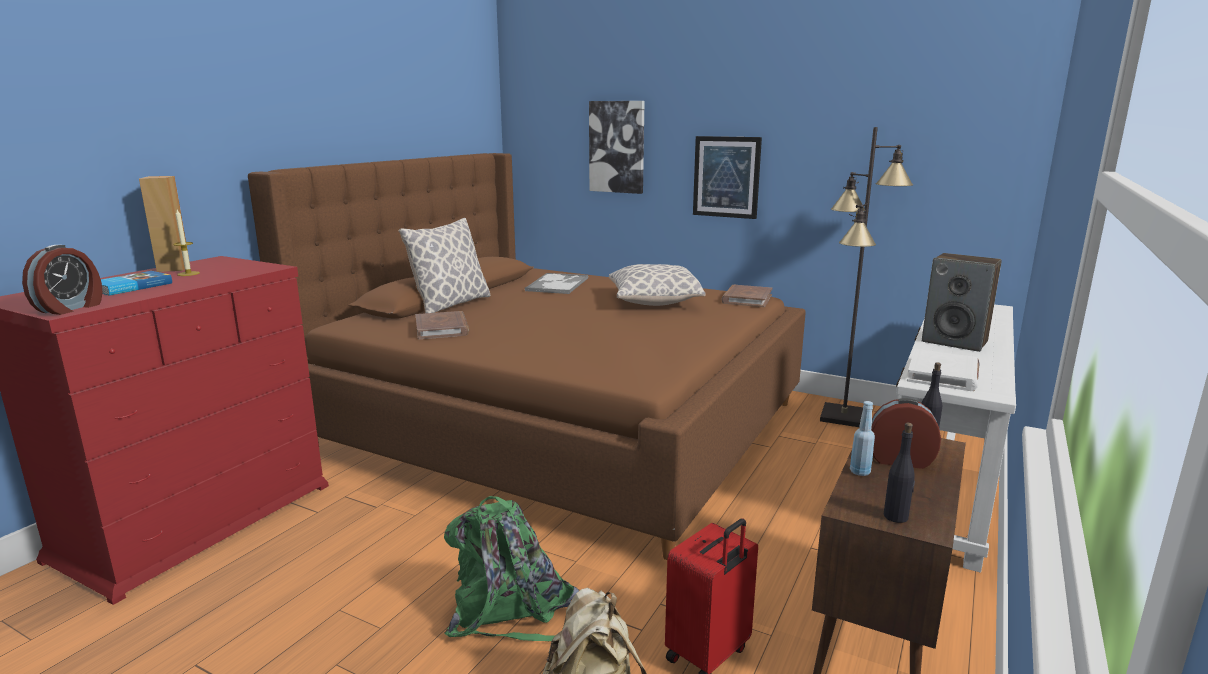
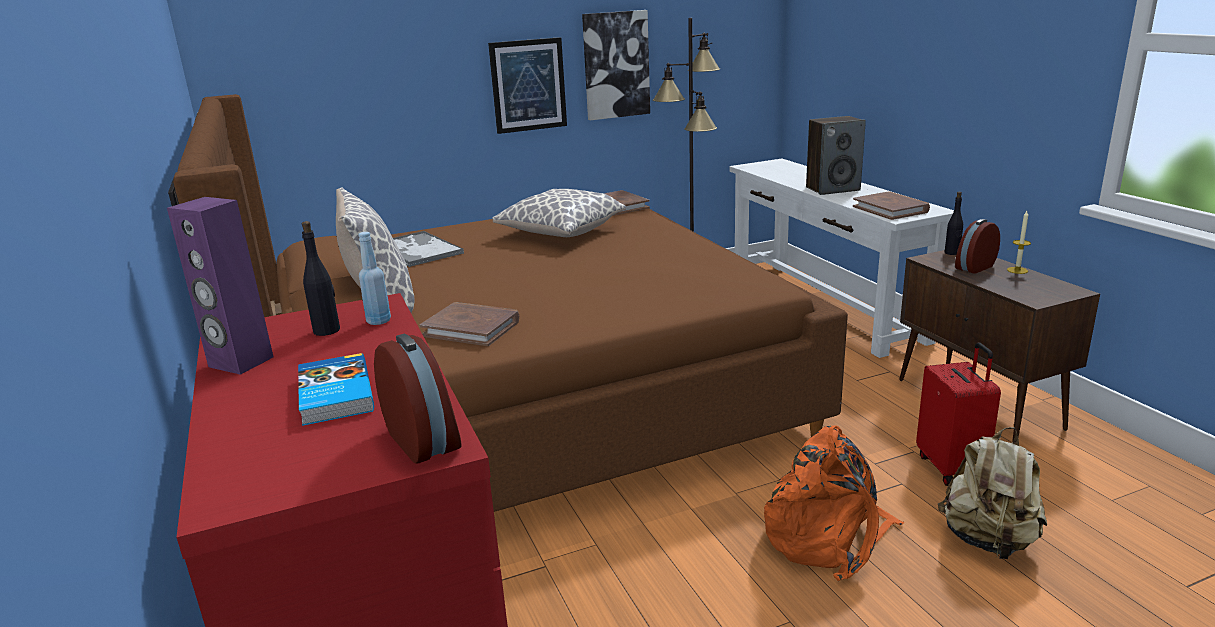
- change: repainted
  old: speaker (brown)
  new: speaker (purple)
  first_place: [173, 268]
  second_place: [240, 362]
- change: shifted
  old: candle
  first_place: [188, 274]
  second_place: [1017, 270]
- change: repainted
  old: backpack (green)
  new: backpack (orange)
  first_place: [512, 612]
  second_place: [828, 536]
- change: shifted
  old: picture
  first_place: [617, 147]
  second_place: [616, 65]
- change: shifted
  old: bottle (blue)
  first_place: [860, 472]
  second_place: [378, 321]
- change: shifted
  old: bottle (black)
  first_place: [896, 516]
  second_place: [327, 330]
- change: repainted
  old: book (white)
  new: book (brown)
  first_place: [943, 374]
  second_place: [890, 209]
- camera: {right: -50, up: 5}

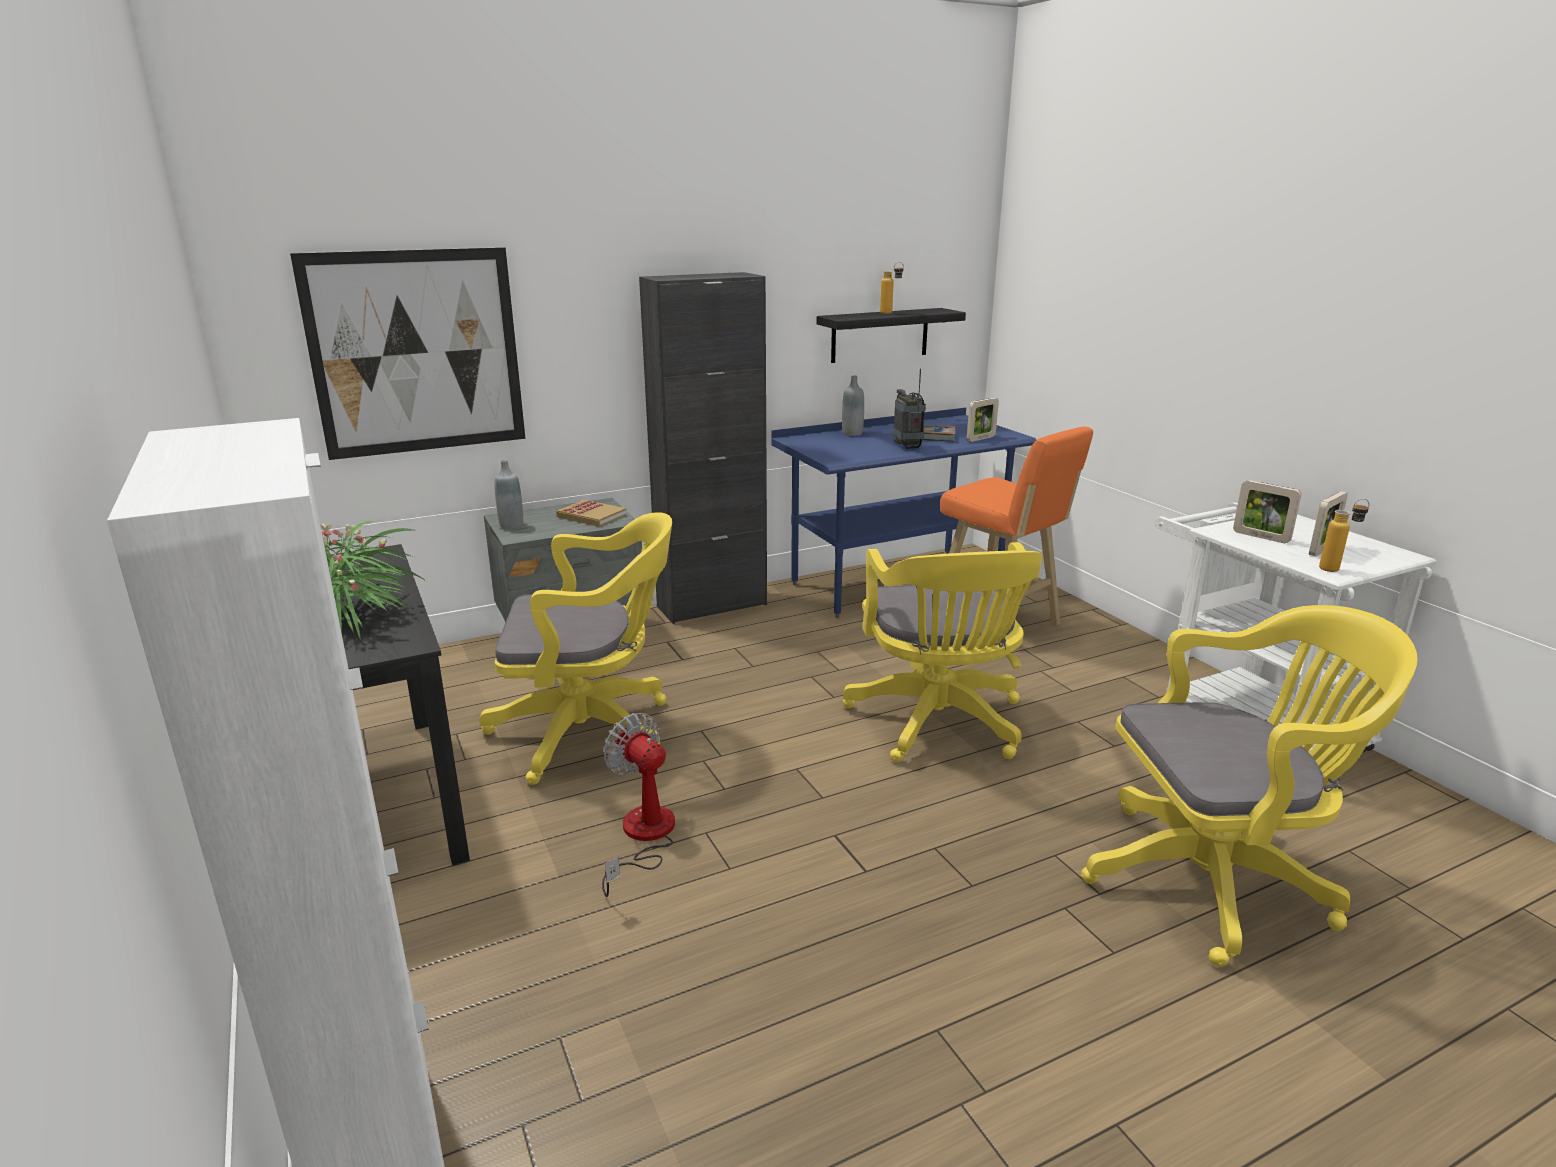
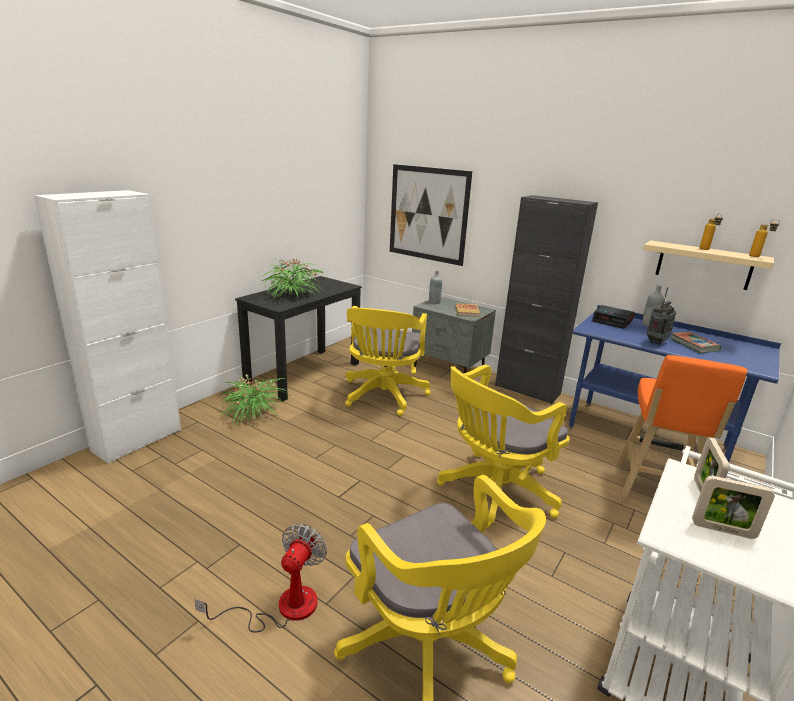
- change: rotated
  old: office chair (yellow)
  first_place: [592, 732]
  second_place: [383, 396]
  degrees: 45
- change: shifted
  old: fan
  first_place: [643, 837]
  second_place: [282, 607]
- change: repainted
  old: shelf (black)
  new: shelf (beige)
  first_place: [880, 335]
  second_place: [704, 265]
- change: gone
  old: picture frame
  first_place: [981, 438]
- change: shifted
  old: bottle
  first_place: [1336, 569]
  second_place: [758, 257]
- change: new
  new: potted plant
  second_place: [252, 413]
- change: new
  new: alarm clock
  second_place: [612, 321]
- camera: {right: 60, up: 0}

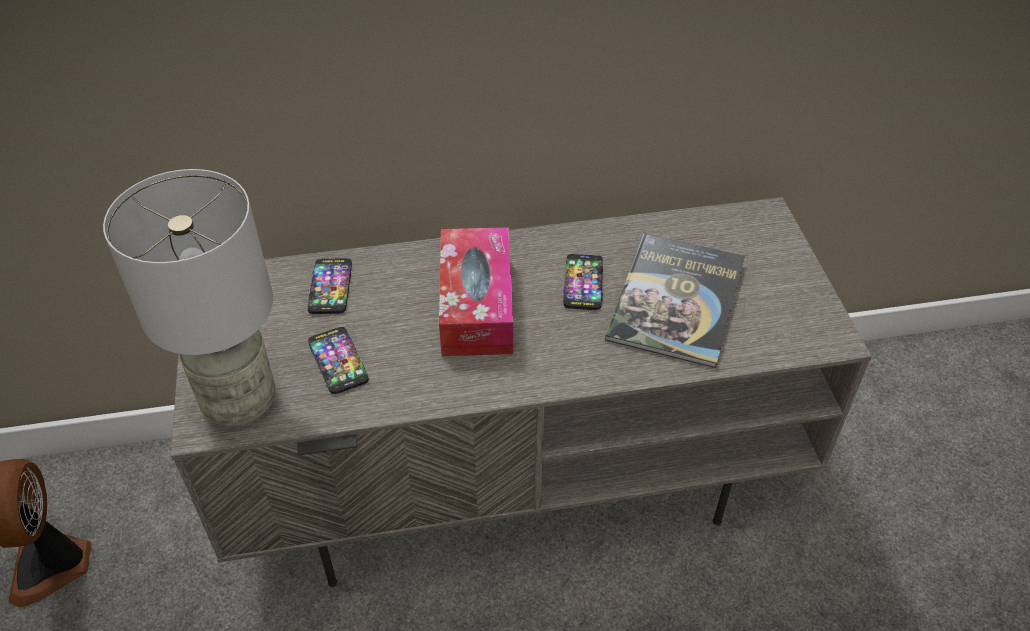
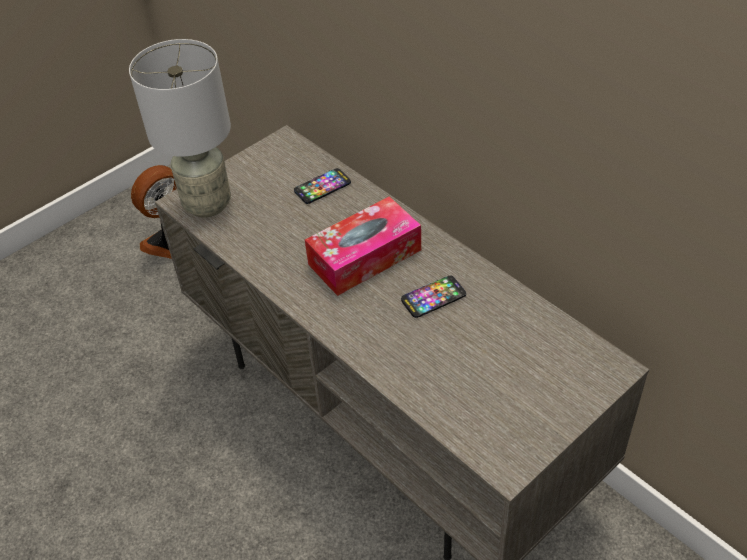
- change: gone
  old: phone
  first_place: [338, 361]
- change: gone
  old: book
  first_place: [676, 300]
- camera: {right: 60, up: 0}

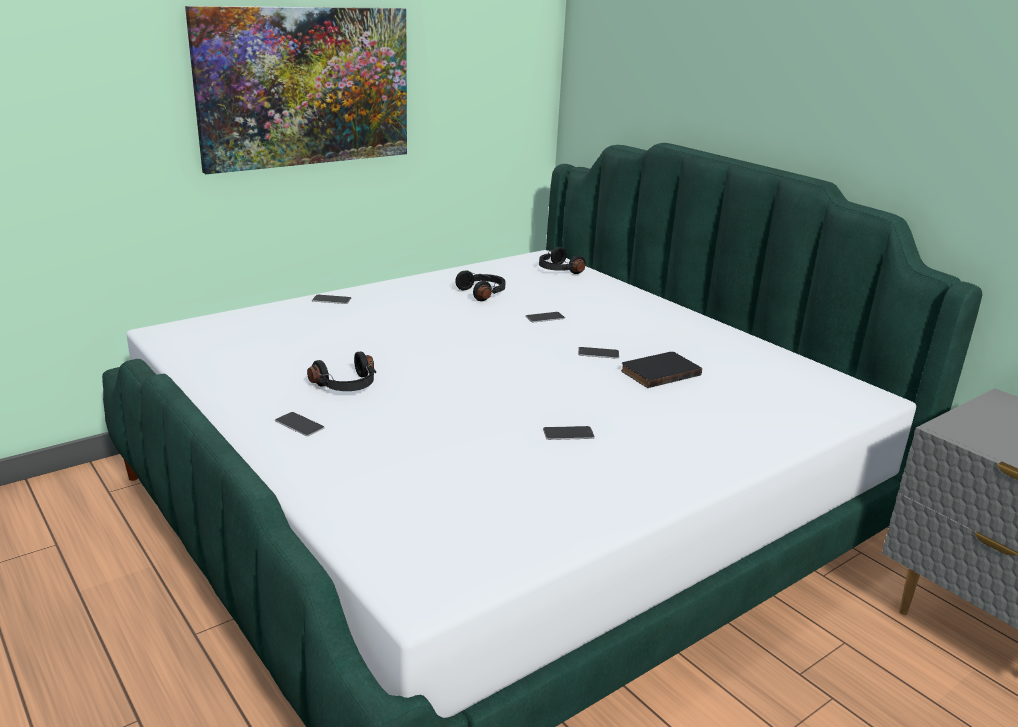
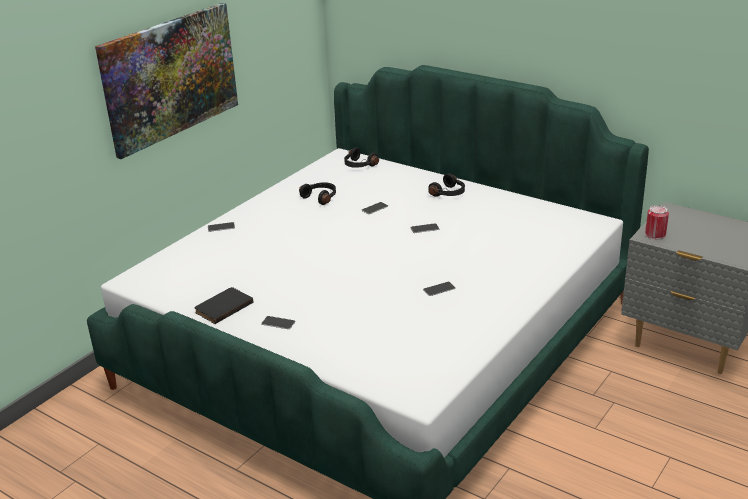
- change: shifted
  old: headphones (black)
  first_place: [347, 386]
  second_place: [449, 193]
- change: shifted
  old: book (black)
  first_place: [658, 372]
  second_place: [222, 307]
- change: new
  new: can
  second_place: [655, 234]
- camera: {right: -15, up: 5}

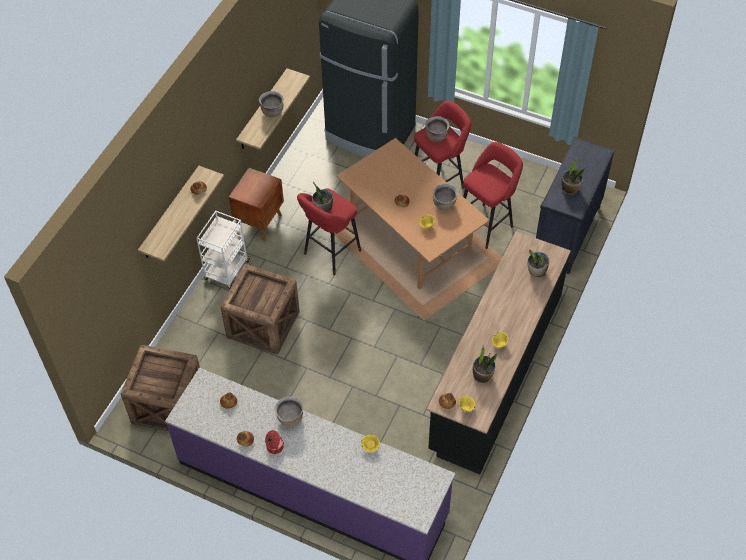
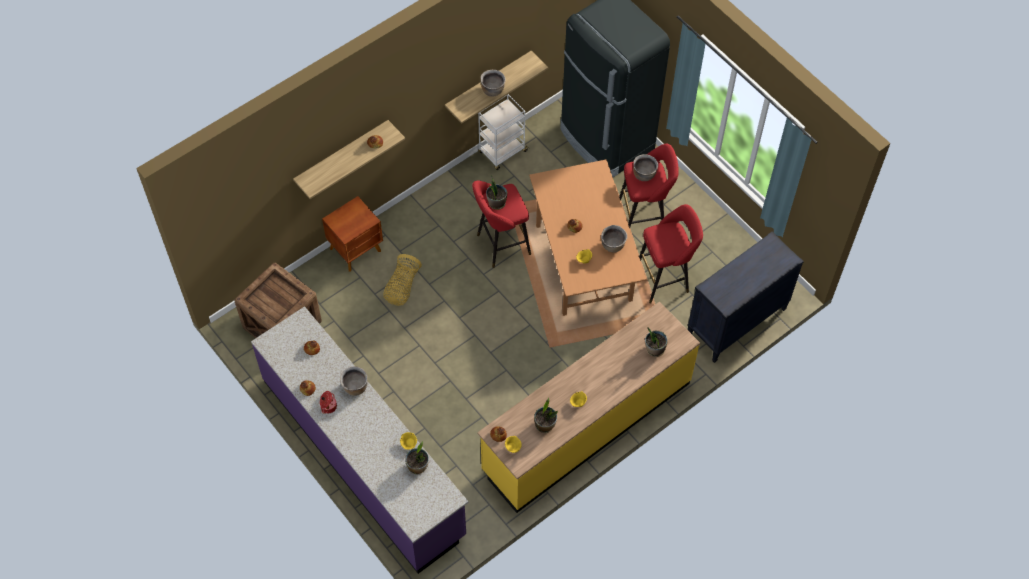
- change: shifted
  old: cart (white)
  first_place: [227, 271]
  second_place: [502, 152]
- change: swapped
  old: crate
  new: basket
  first_place: [262, 325]
  second_place: [402, 287]
- change: shifted
  old: nightstand (brown)
  first_place: [259, 222]
  second_place: [356, 250]
- change: repainted
  old: counter (black)
  new: counter (yellow)
  first_place: [495, 372]
  second_place: [586, 426]
- change: shifted
  old: potted plant
  first_place: [570, 189]
  second_place: [418, 466]
- camera: {right: 25, up: 5}

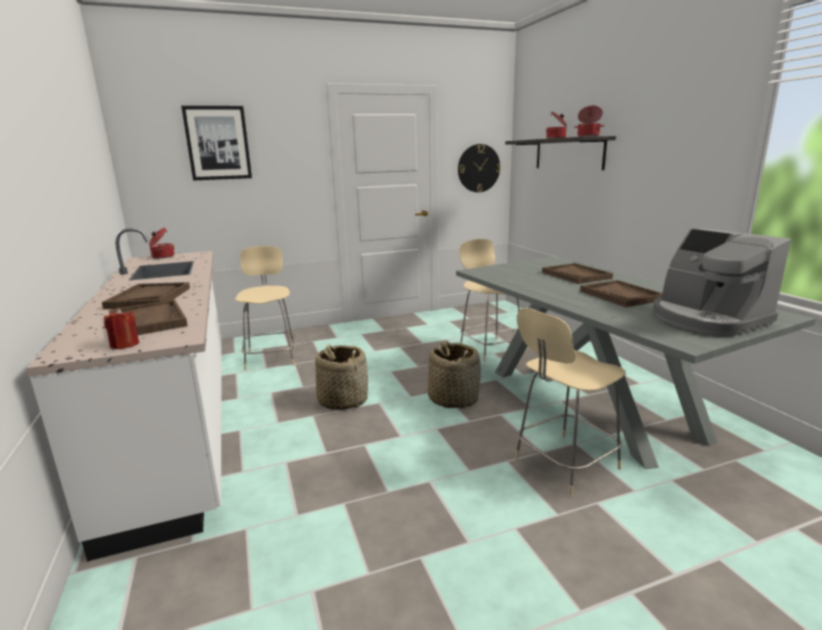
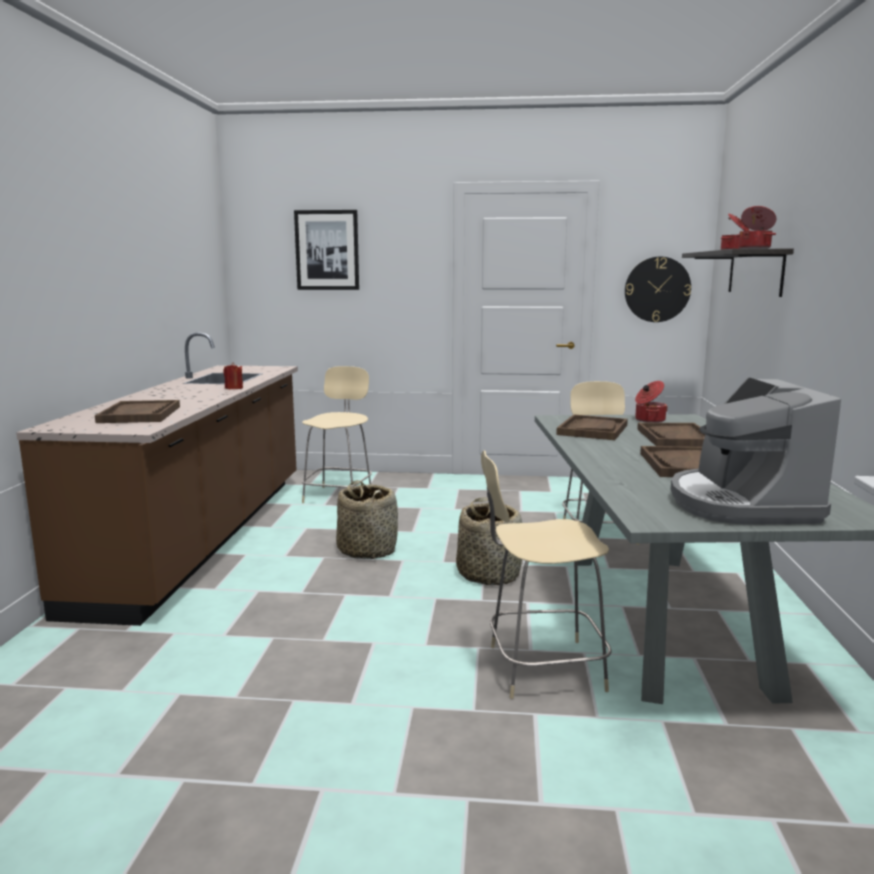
- change: repainted
  old: counter (white)
  new: counter (brown)
  first_place: [181, 422]
  second_place: [204, 536]
- change: shifted
  old: tray (brown)
  first_place: [149, 298]
  second_place: [592, 430]
- change: shifted
  old: candle (red)
  first_place: [125, 344]
  second_place: [234, 388]
- change: shifted
  old: cooking pot
  first_place: [162, 256]
  second_place: [649, 420]
- camera: {right: 25, up: -5}

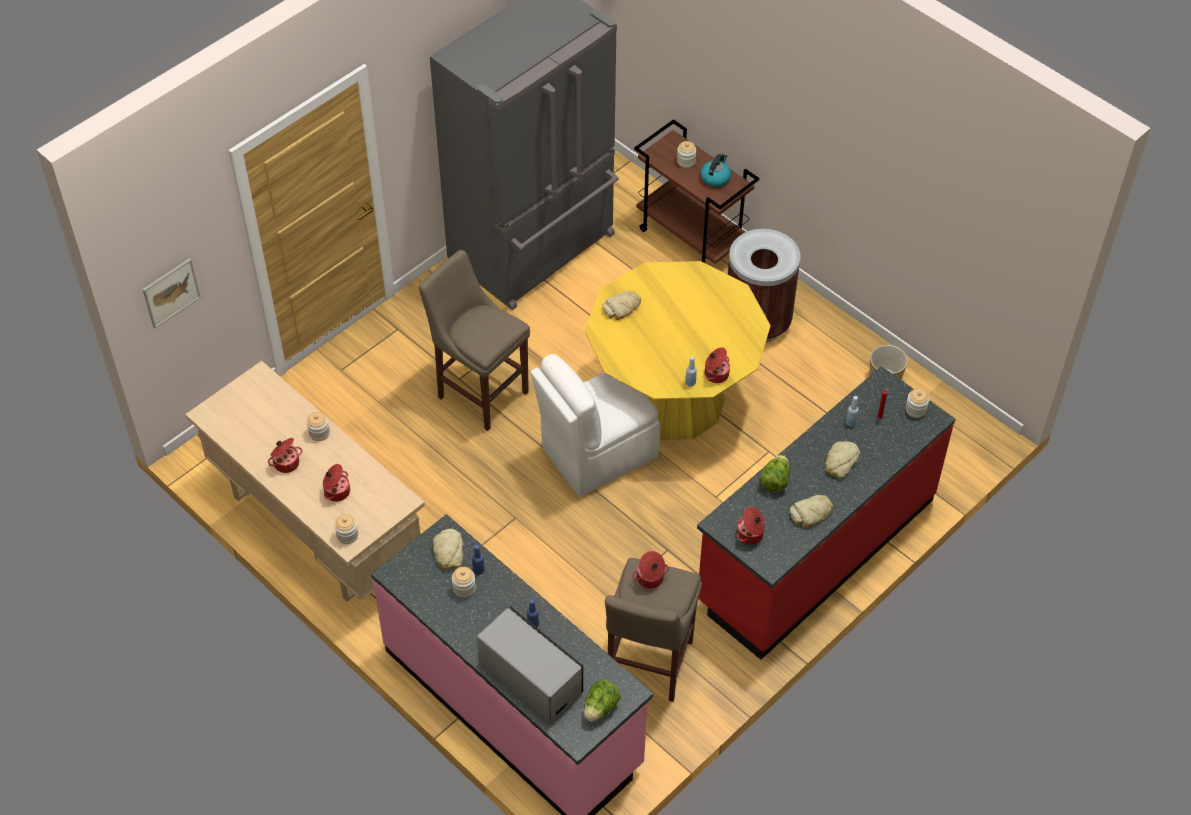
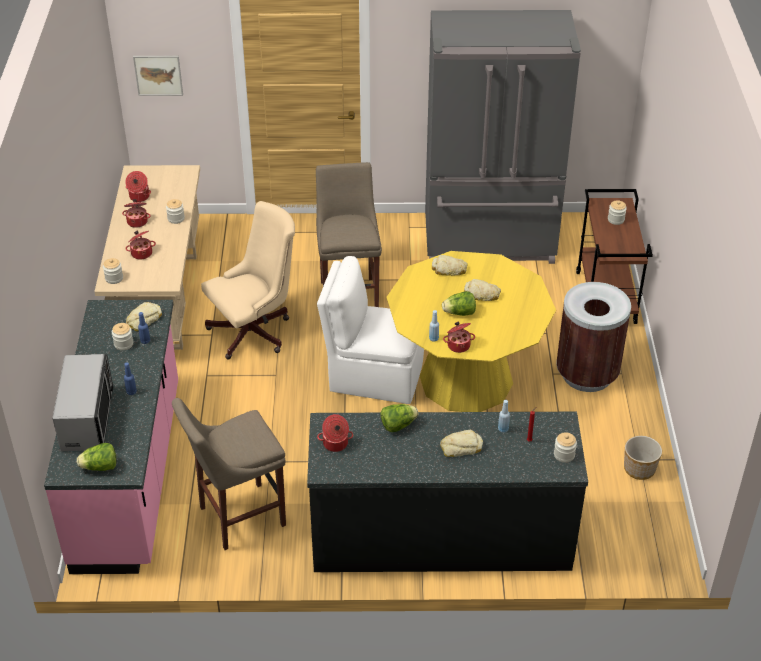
- change: shifted
  old: cooking pot
  first_place: [650, 579]
  second_place: [139, 197]
- change: repainted
  old: counter (red)
  new: counter (black)
  first_place: [815, 551]
  second_place: [441, 536]
- change: gone
  old: kettle
  first_place: [715, 178]
- change: shifted
  old: bread
  first_place: [811, 513]
  second_place: [481, 294]
- change: new
  new: office chair (beige)
  second_place: [255, 331]
- change: new
  new: lettuce
  second_place: [459, 313]
- camera: {right: 45, up: -10}

